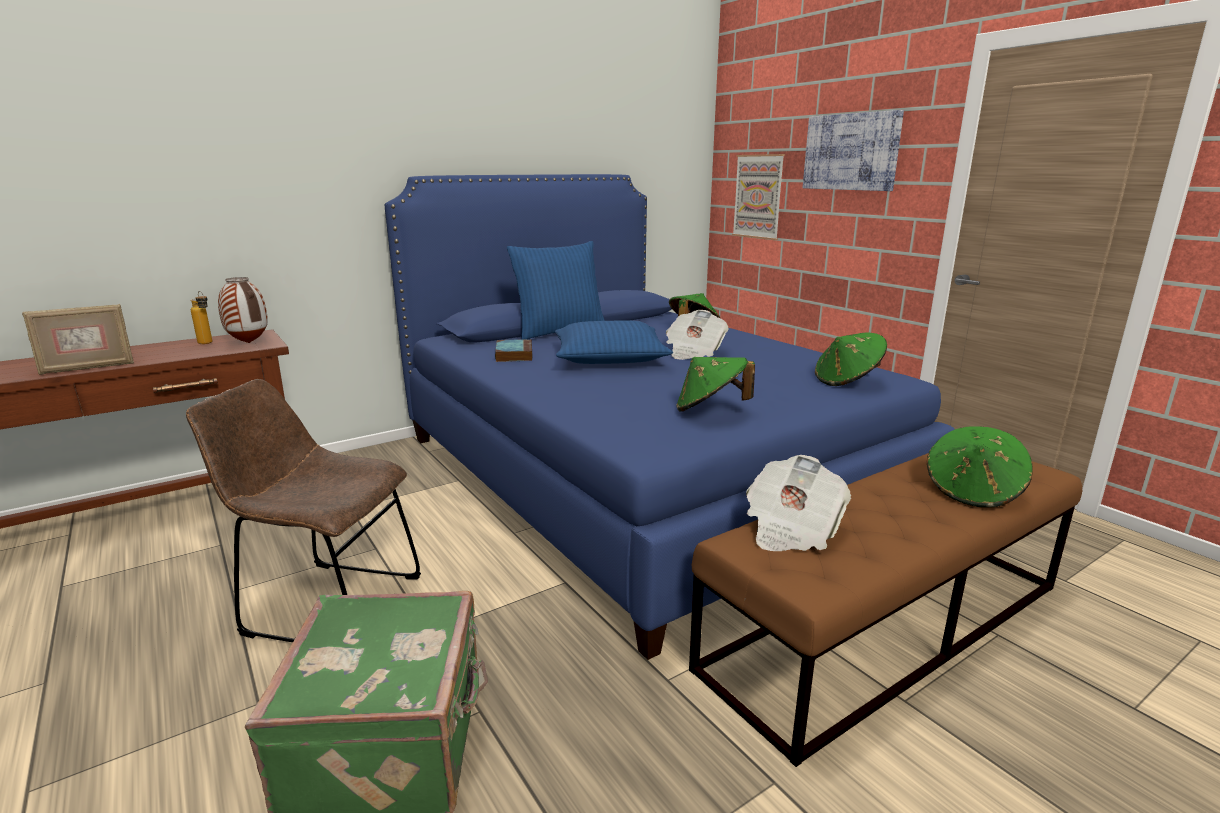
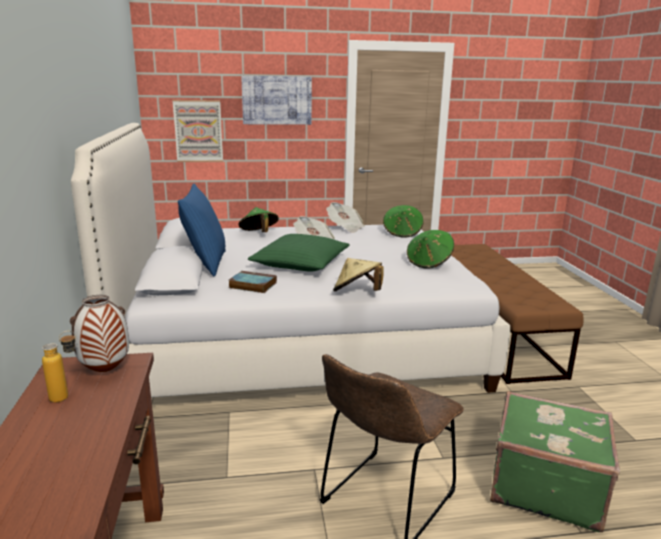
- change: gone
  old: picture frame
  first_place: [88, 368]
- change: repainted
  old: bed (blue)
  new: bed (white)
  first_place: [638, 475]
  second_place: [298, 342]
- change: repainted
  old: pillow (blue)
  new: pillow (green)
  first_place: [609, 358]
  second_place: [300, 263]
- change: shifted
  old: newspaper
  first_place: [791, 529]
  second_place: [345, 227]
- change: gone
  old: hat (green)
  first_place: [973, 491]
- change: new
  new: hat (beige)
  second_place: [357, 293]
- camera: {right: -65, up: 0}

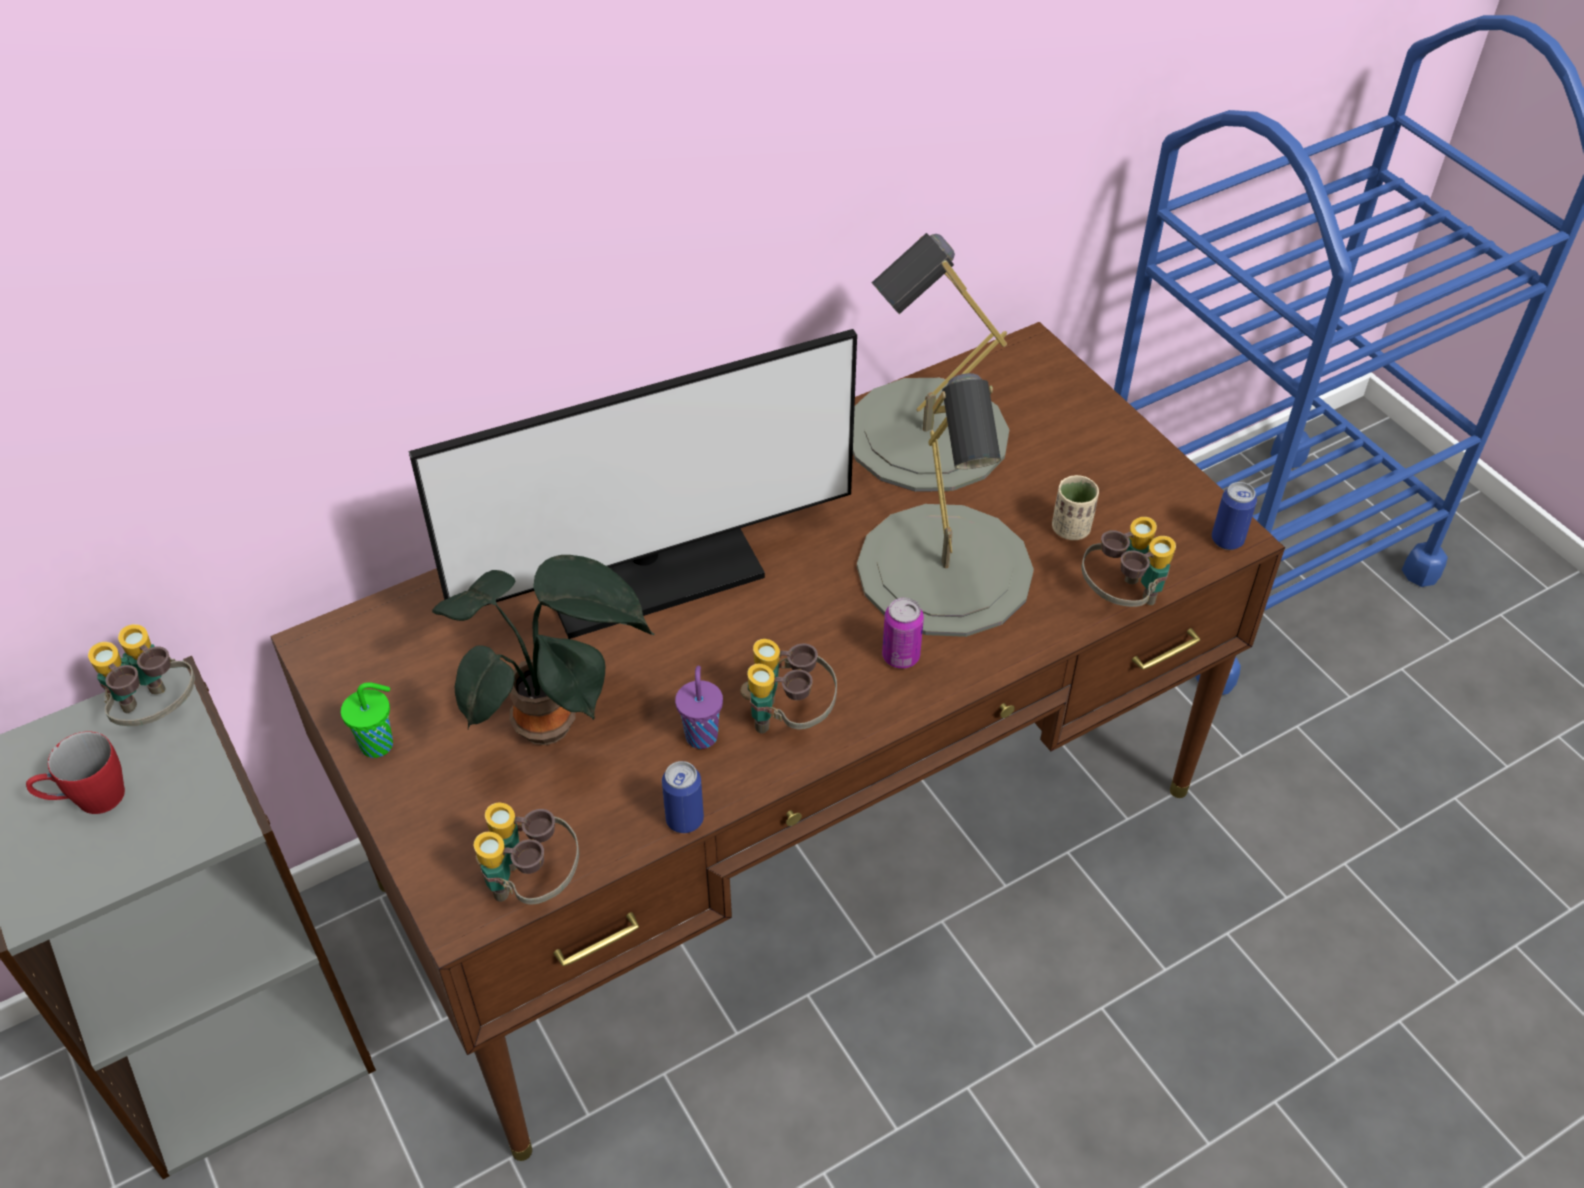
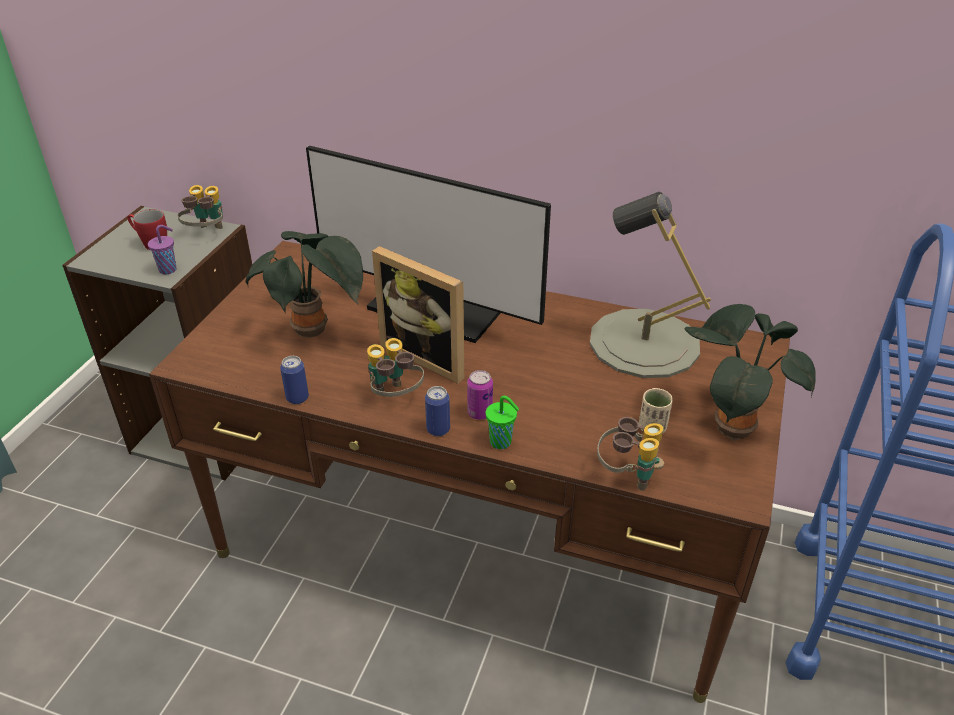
- change: shifted
  old: cup (green)
  first_place: [379, 744]
  second_place: [502, 442]
- change: gone
  old: binoculars
  first_place: [531, 885]
- change: shifted
  old: cup (purple)
  first_place: [701, 734]
  second_place: [169, 269]
- change: gone
  old: table lamp (grey)
  first_place: [945, 570]
- change: shifted
  old: can
  first_place: [1227, 540]
  second_place: [438, 429]
- change: new
  new: picture frame
  second_place: [429, 355]
- change: new
  new: potted plant
  second_place: [729, 426]
- camera: {right: 50, up: -10}

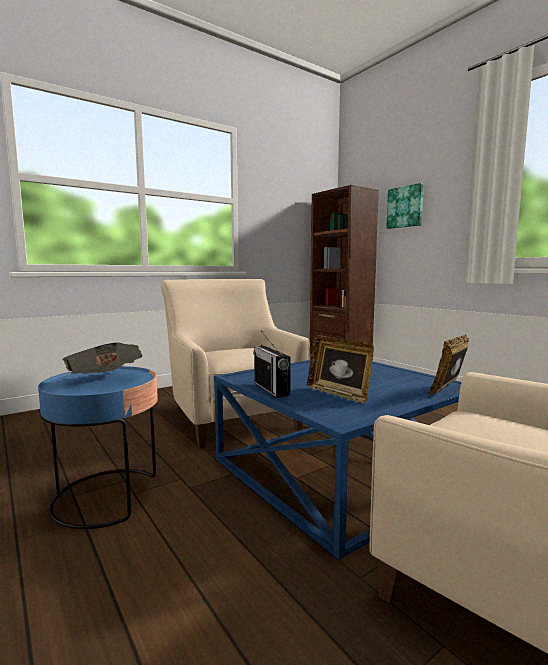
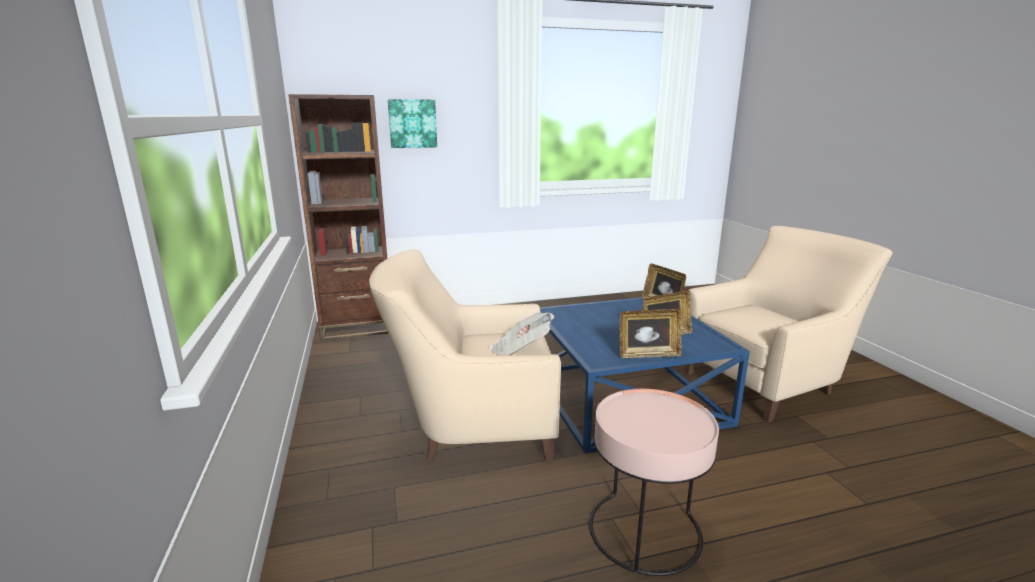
- change: repainted
  old: side table (blue)
  new: side table (pink)
  first_place: [108, 496]
  second_place: [644, 531]
- change: shifted
  old: newspaper
  first_place: [105, 380]
  second_place: [520, 350]
- change: swapped
  old: radio
  new: picture frame
  first_place: [271, 389]
  second_place: [648, 355]
- camera: {right: -70, up: 10}

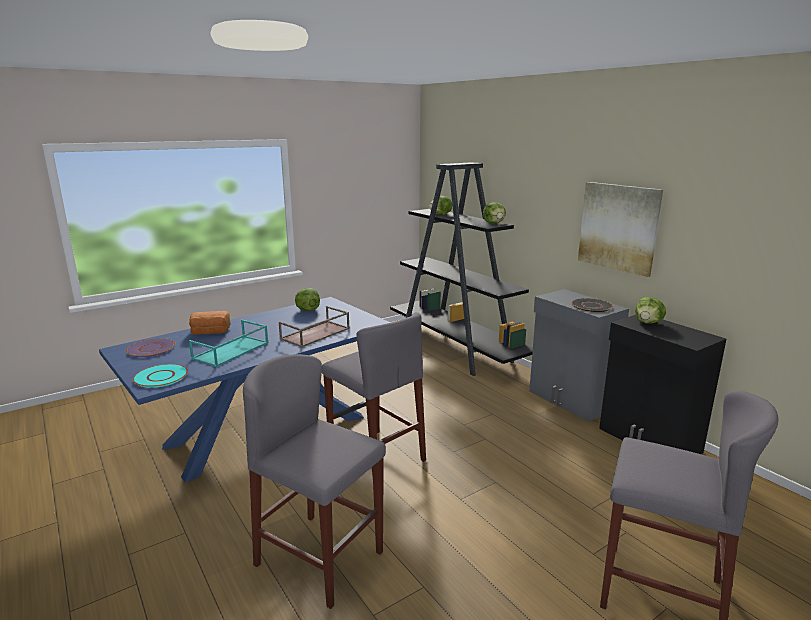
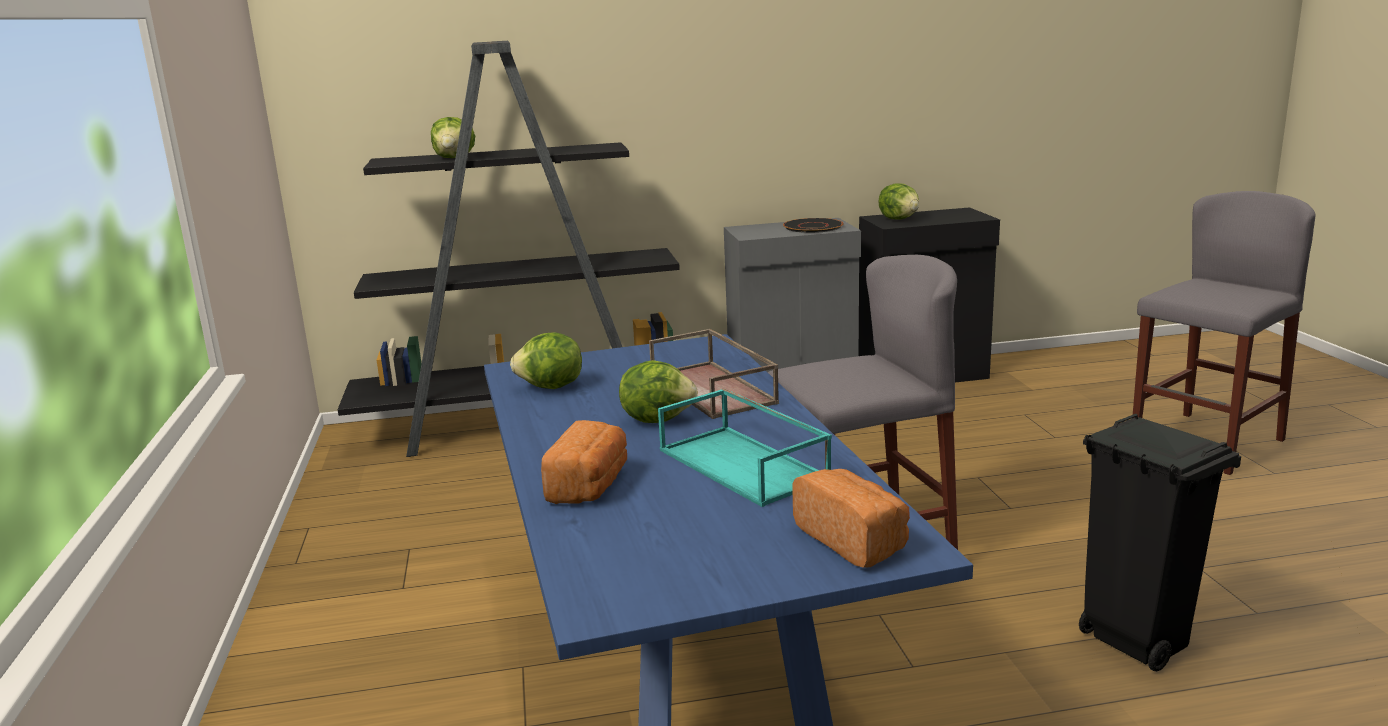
- change: gone
  old: plate (purple)
  first_place: [151, 348]
- change: swapped
  old: plate (turquoise)
  new: bread
  first_place: [160, 377]
  second_place: [853, 540]
- change: swapped
  old: stool (grey)
  new: trash can (black)
  first_place: [319, 558]
  second_place: [1134, 642]
- change: shifted
  old: lettuce
  first_place: [494, 223]
  second_place: [657, 419]
- change: gone
  old: picture
  first_place: [618, 227]
- camera: {right: -65, up: 0}

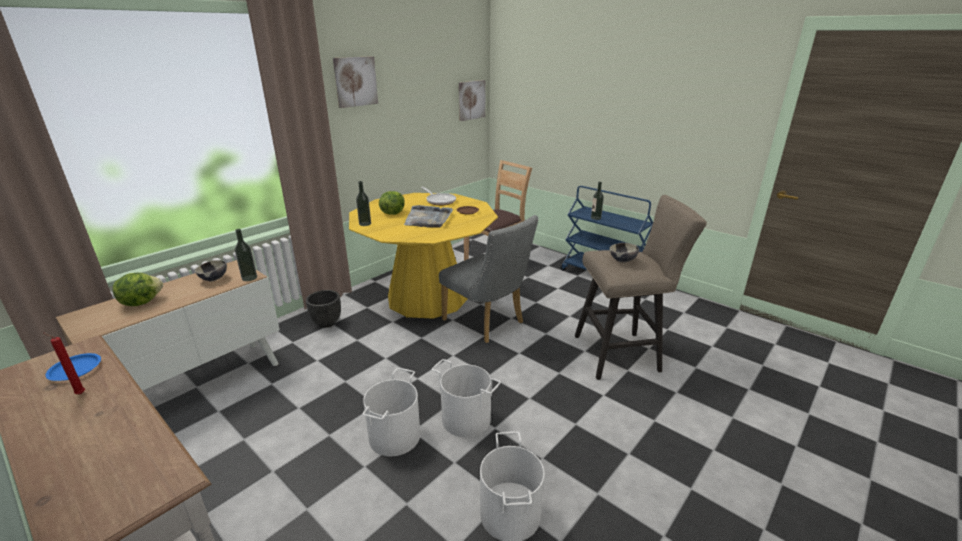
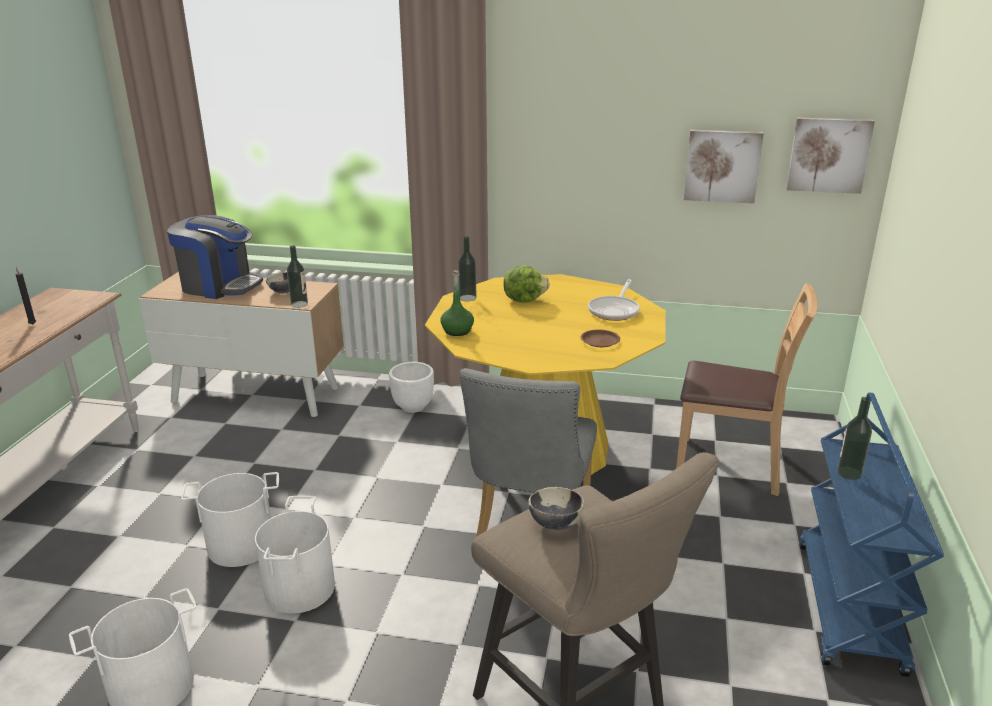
- change: repainted
  old: candle (red)
  new: candle (black)
  first_place: [79, 394]
  second_place: [32, 324]
- change: gone
  old: plate (blue)
  first_place: [76, 369]
- change: swapped
  old: lettuce
  new: coffee machine
  first_place: [141, 302]
  second_place: [220, 286]
- change: repainted
  old: planter (black)
  new: planter (white)
  first_place: [327, 323]
  second_place: [413, 407]
- change: shifted
  old: picture
  first_place: [355, 81]
  second_place: [722, 166]
- change: gone
  old: tray (grey)
  first_place: [428, 219]
- change: new
  new: bottle (green)
  second_place: [457, 331]
- camera: {right: 60, up: 0}

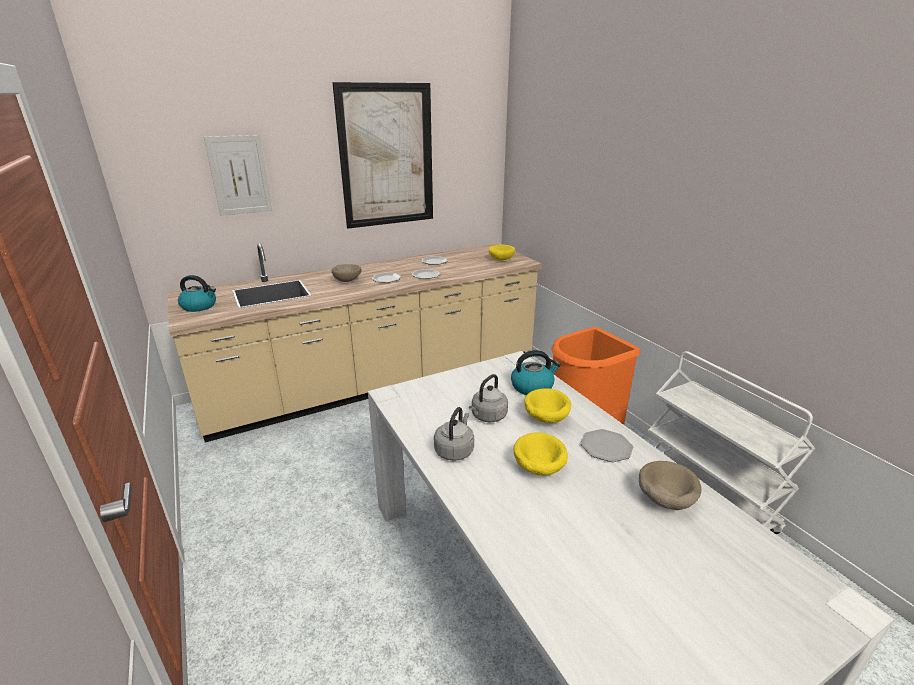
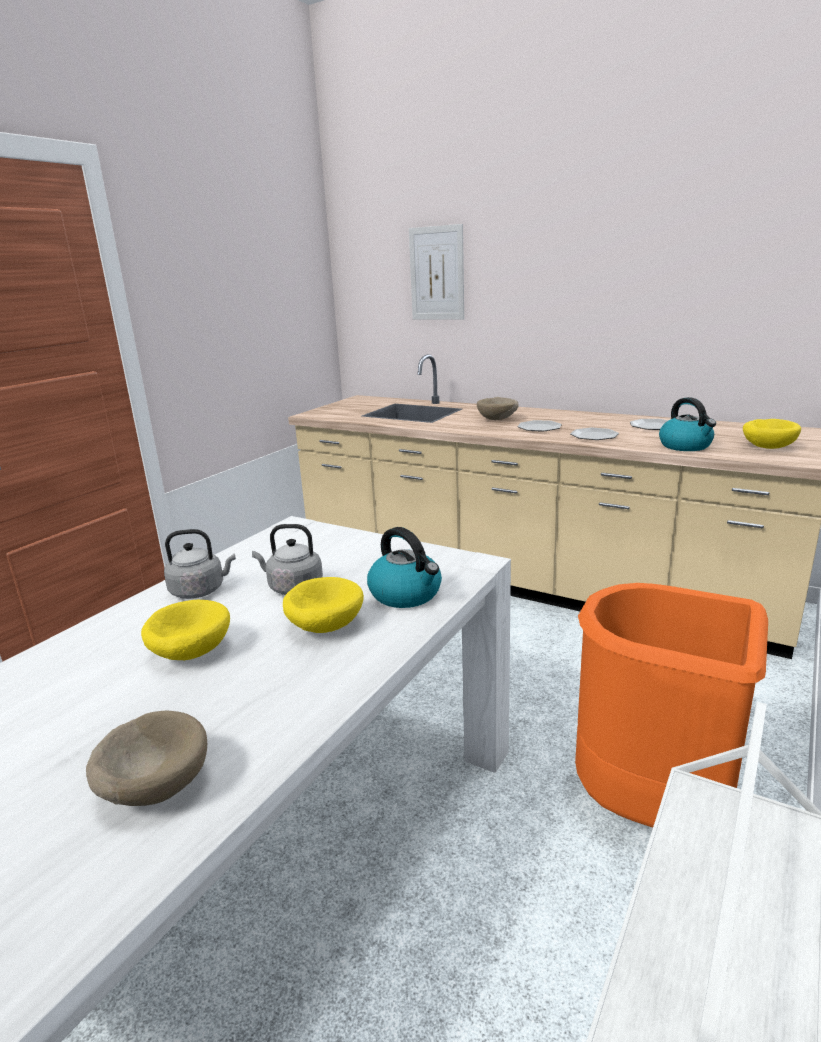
- change: shifted
  old: kettle
  first_place: [200, 306]
  second_place: [686, 446]
- change: gone
  old: picture
  first_place: [387, 157]
- change: gone
  old: plate
  first_place: [606, 447]
- camera: {right: 60, up: -5}

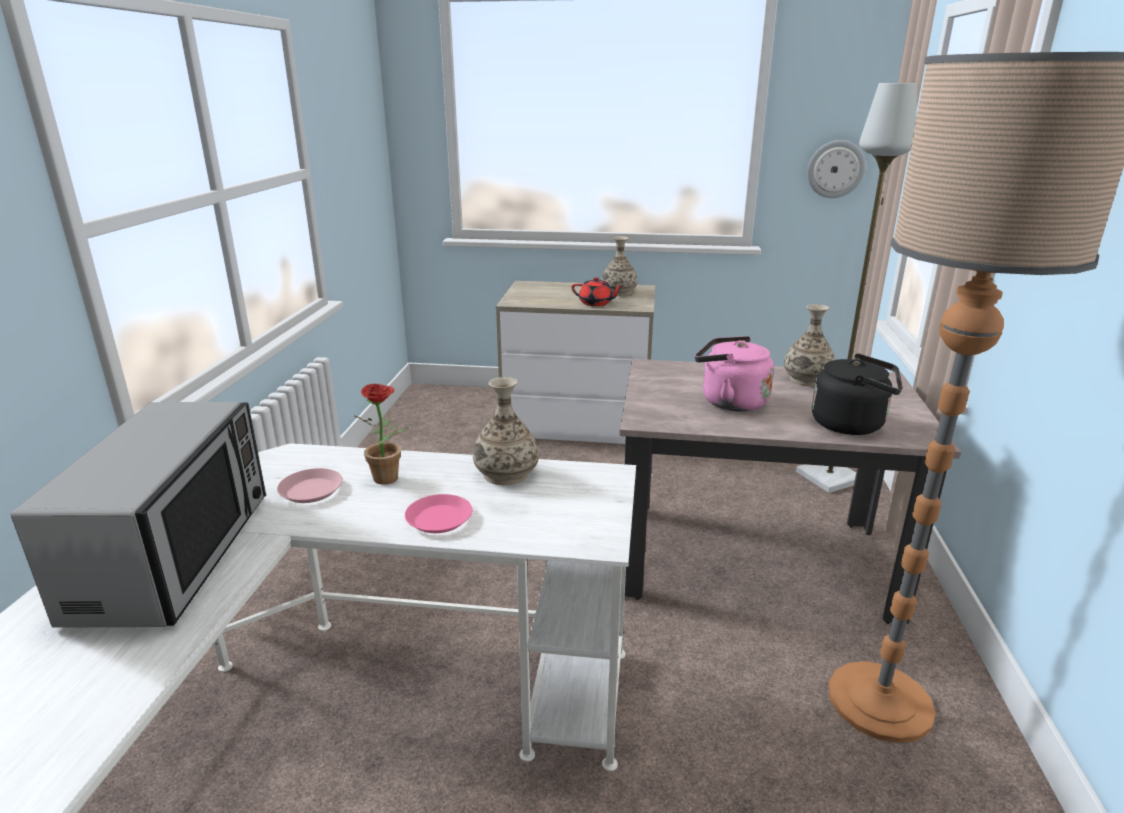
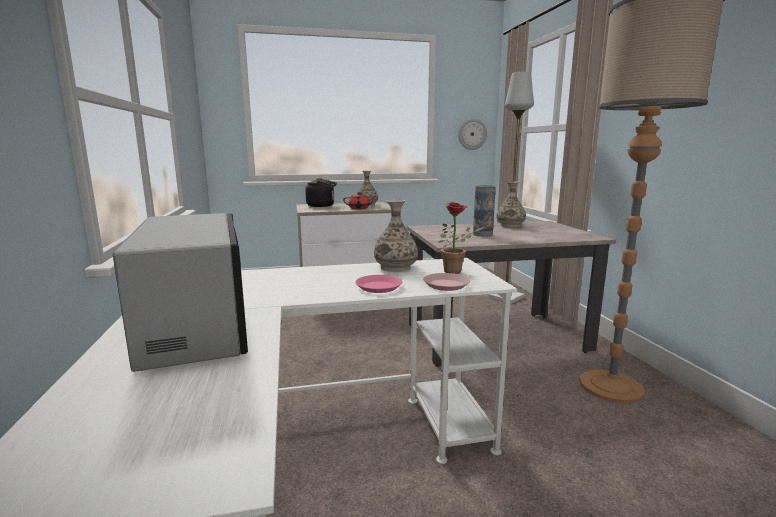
- change: shifted
  old: plate (pink)
  first_place: [311, 491]
  second_place: [446, 285]
- change: shifted
  old: potted plant
  first_place: [391, 479]
  second_place: [456, 271]
- change: swapped
  old: kettle (pink)
  new: vase
  first_place: [729, 402]
  second_place: [482, 234]
- change: shifted
  old: kettle (black)
  first_place: [852, 424]
  second_place: [322, 206]
- camera: {right: -20, up: -10}

